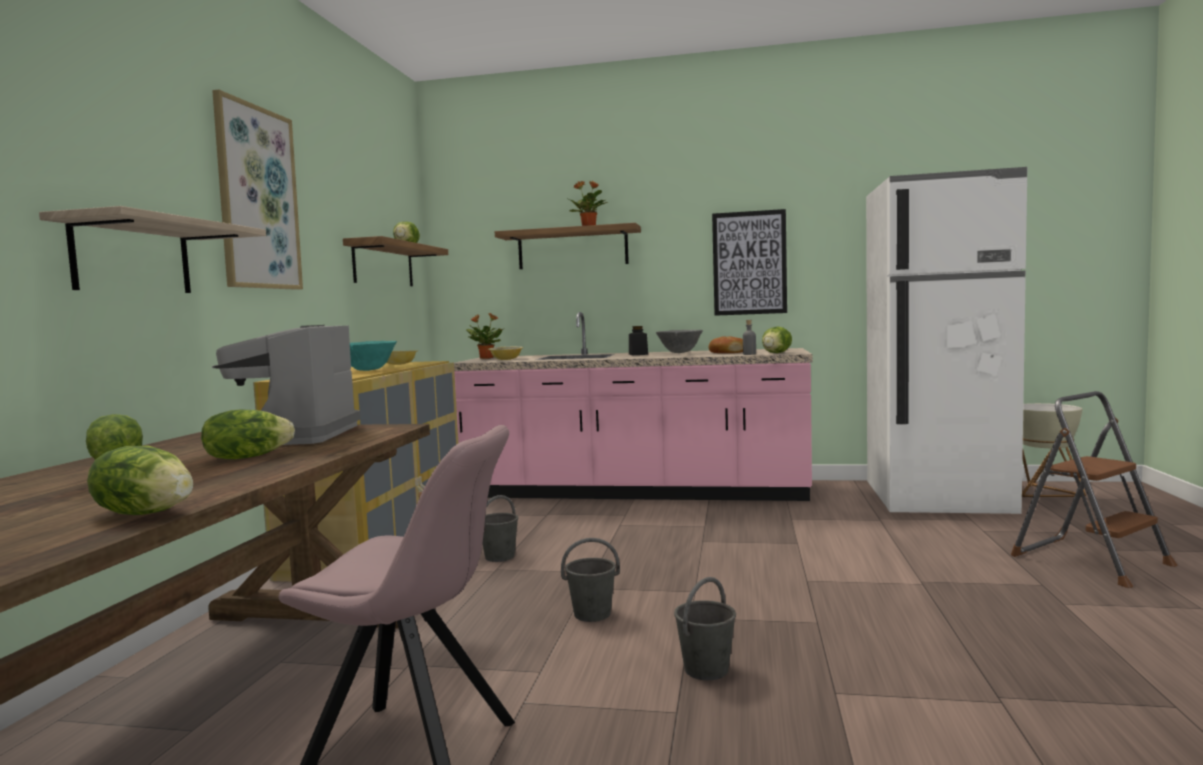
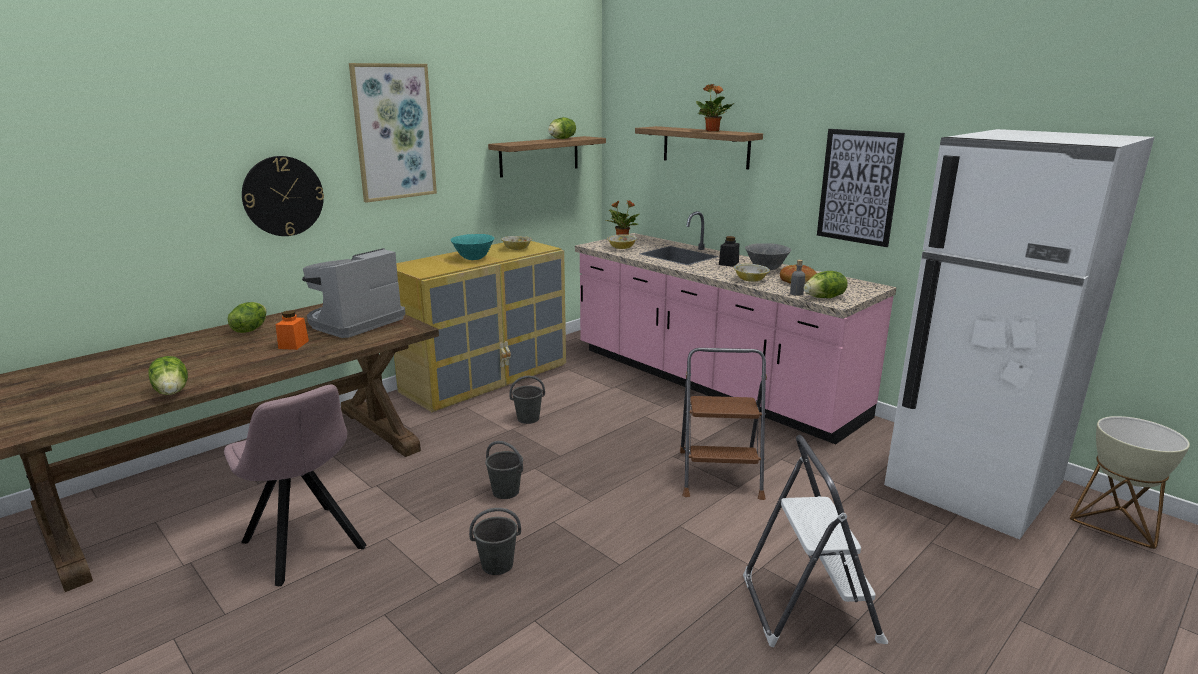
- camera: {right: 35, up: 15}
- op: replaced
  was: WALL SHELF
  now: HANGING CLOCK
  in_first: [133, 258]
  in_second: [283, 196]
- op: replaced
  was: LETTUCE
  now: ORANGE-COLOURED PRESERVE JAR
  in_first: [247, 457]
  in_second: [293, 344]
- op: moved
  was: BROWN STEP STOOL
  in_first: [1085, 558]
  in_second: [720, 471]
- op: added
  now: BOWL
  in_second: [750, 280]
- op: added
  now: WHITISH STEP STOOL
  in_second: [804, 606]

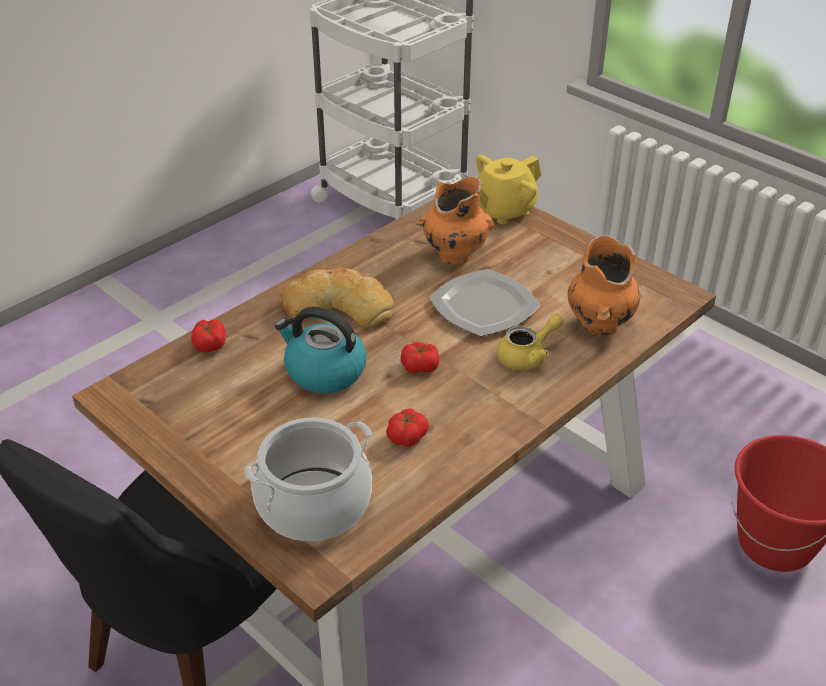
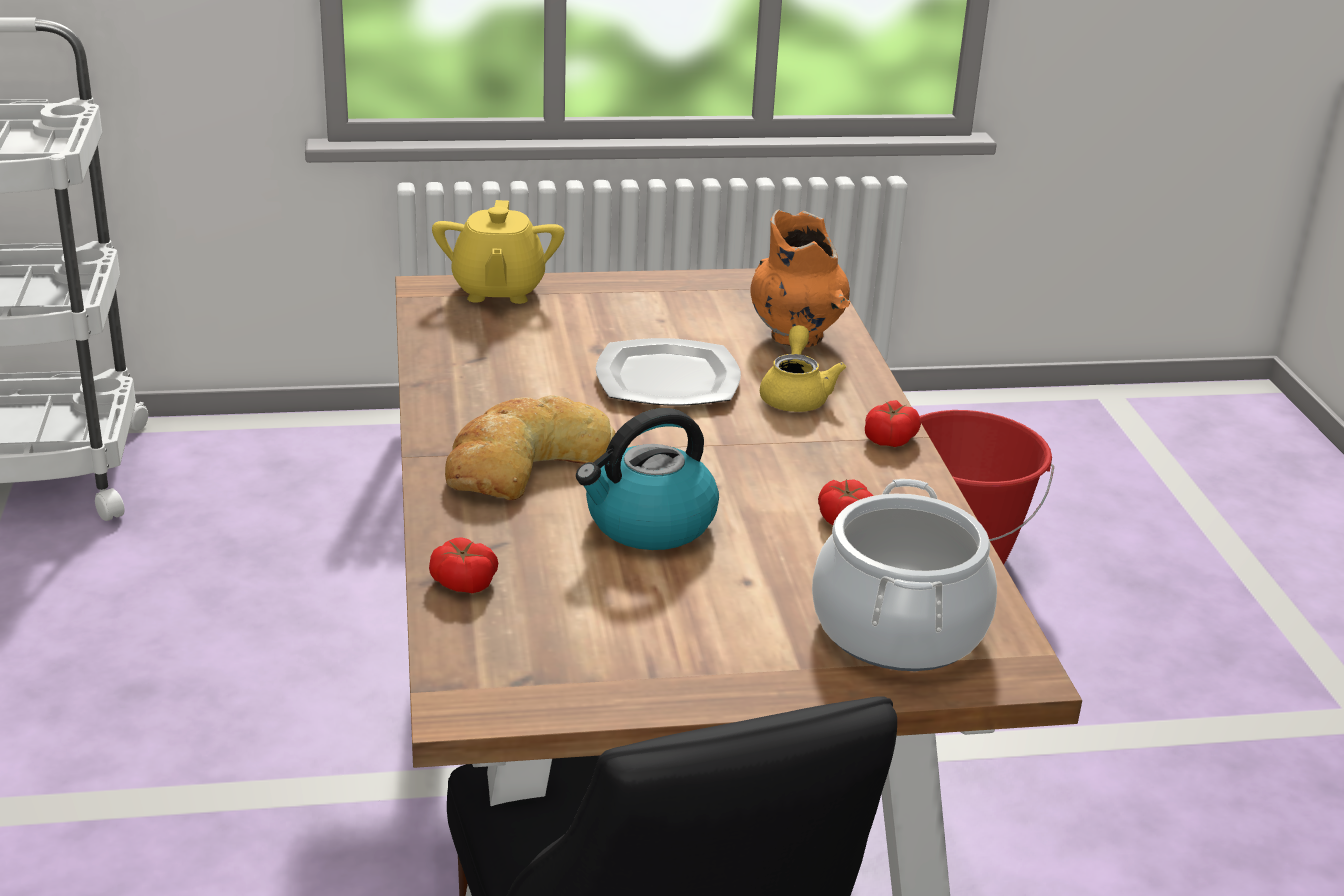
- camera: {right: -55, up: -10}
- op: moved
  was: WHOLE TOMATO
  in_first: [419, 366]
  in_second: [890, 438]
- op: removed
  was: ORANGE-COLOURED FLOWER VASE
  in_first: [454, 255]

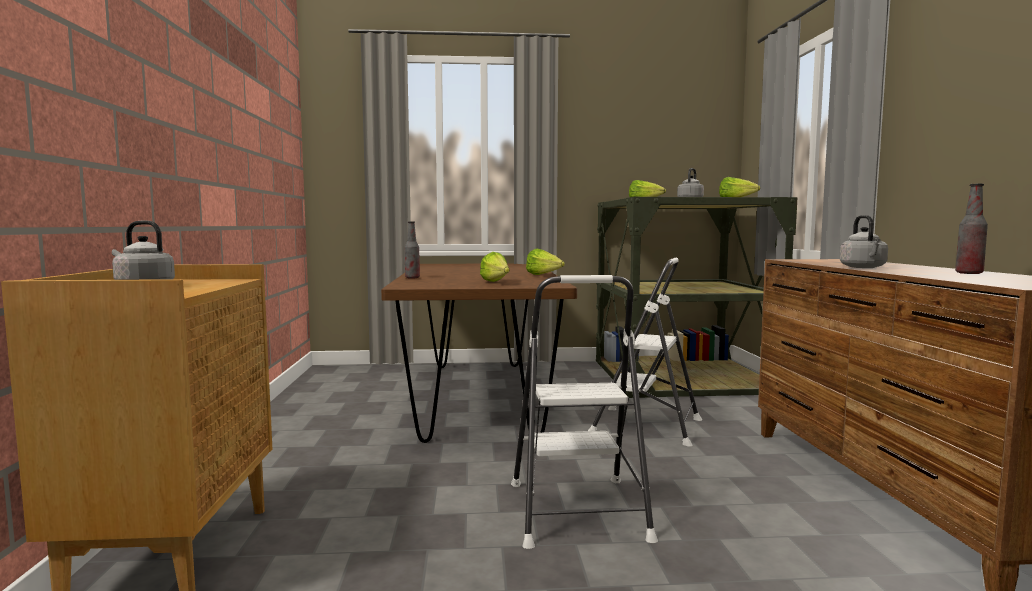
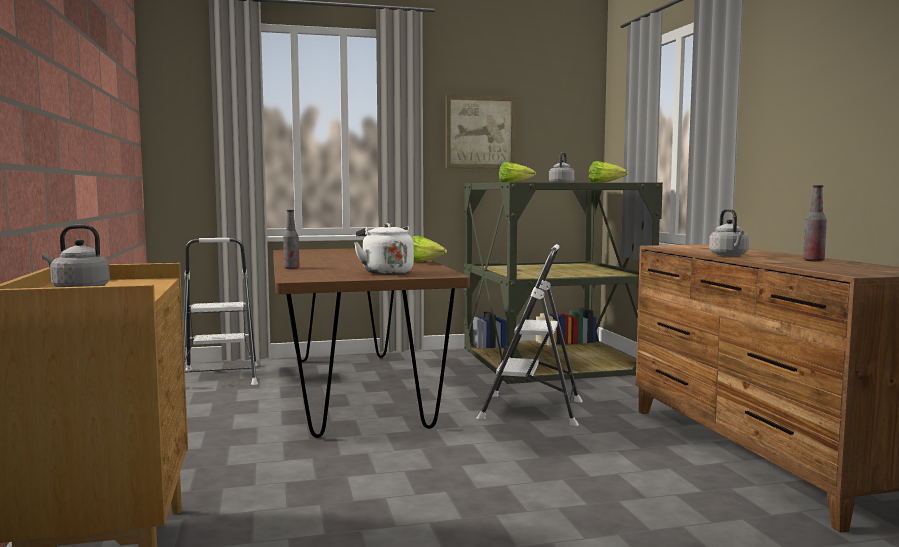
- camera: {right: -10, up: 0}
- op: moved
  was: WHITISH STEP STOOL
  in_first: [577, 512]
  in_second: [220, 377]
- op: replaced
  was: LETTUCE
  now: WHITISH WATER KETTLE
  in_first: [496, 282]
  in_second: [385, 272]
- op: added
  now: PICTURE
  in_second: [480, 132]

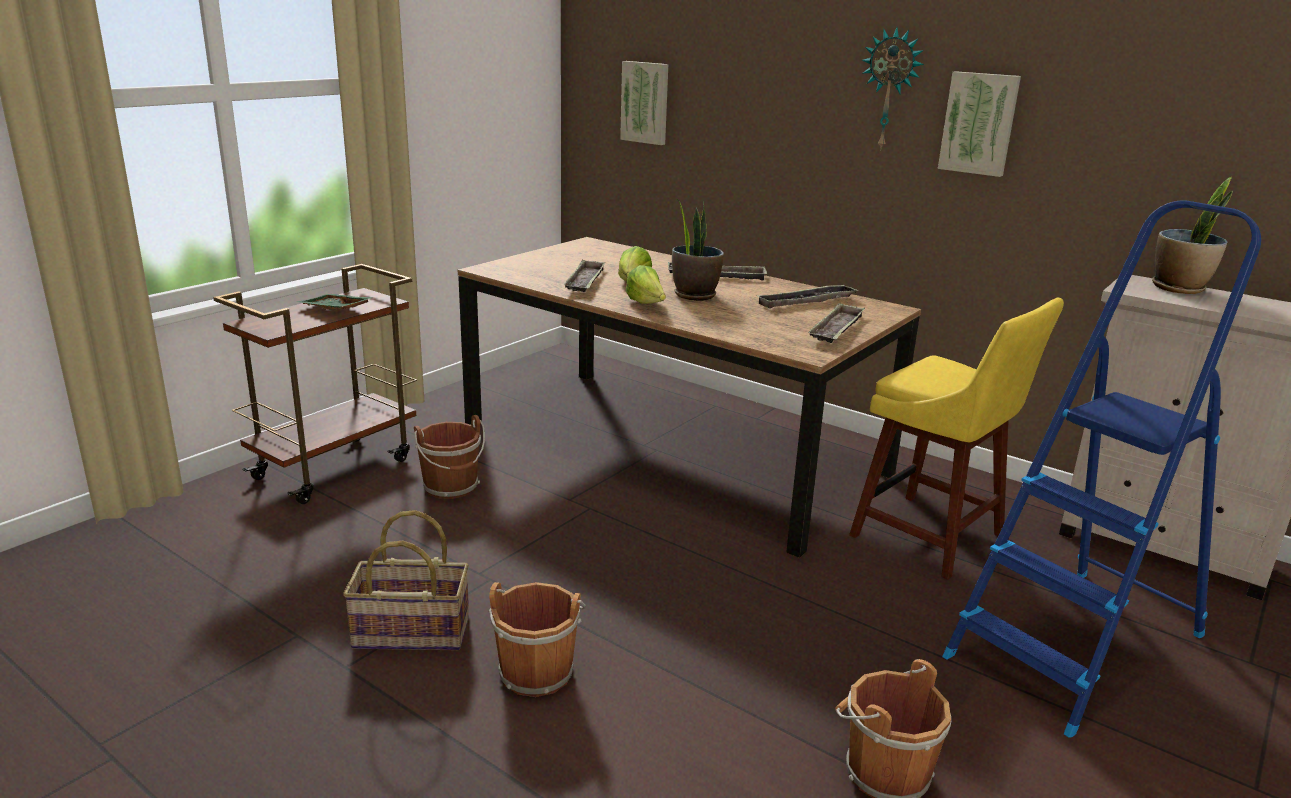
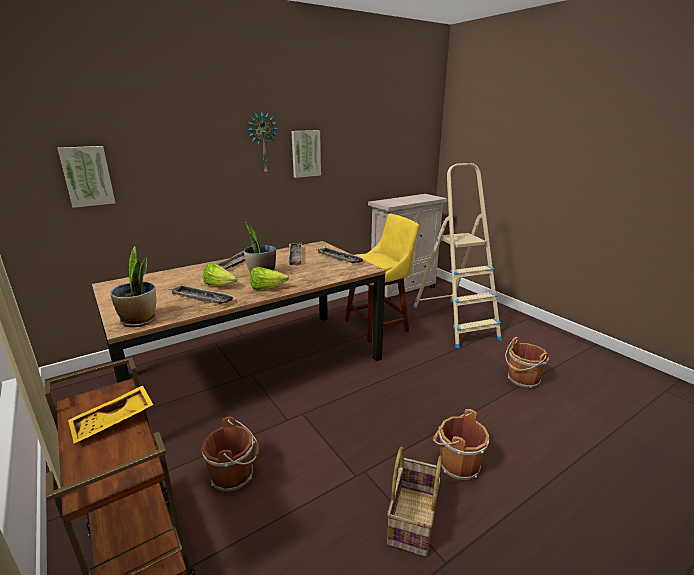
- camera: {right: -70, up: 0}
- op: recoloured
  was: GREENISH TRAY
  now: YELLOW-COLOURED TRAY
  in_first: [335, 310]
  in_second: [113, 422]
- op: moved
  was: POTTED PLANT
  in_first: [1179, 288]
  in_second: [139, 320]
- op: recoloured
  was: BLUE-COLOURED STEP STOOL
  now: SAND-COLOURED STEP STOOL
  in_first: [1075, 646]
  in_second: [454, 322]

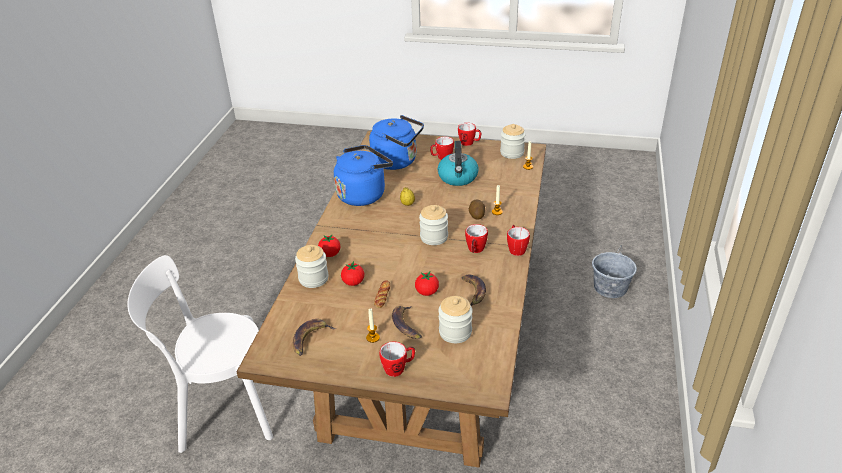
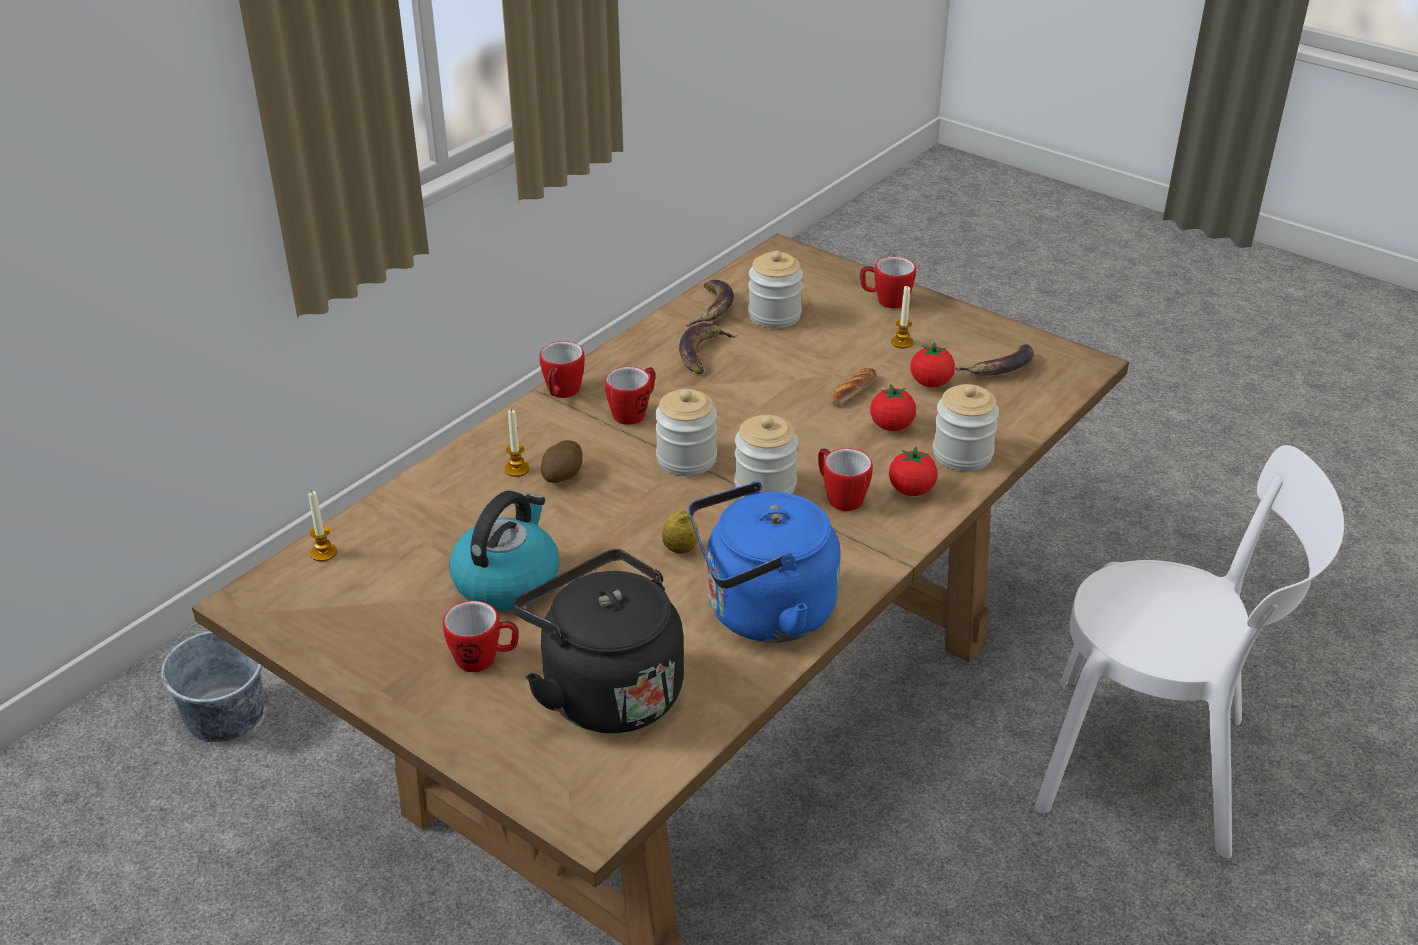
- camera: {right: -155, up: 0}
- op: recoloured
  was: BLUE-COLOURED WATER KETTLE
  now: BLACKISH WATER KETTLE
  in_first: [397, 161]
  in_second: [606, 690]
- op: moved
  was: BANANA FRUIT
  in_first: [405, 324]
  in_second: [712, 308]
- op: moved
  was: PRESERVE JAR
  in_first: [512, 153]
  in_second: [765, 486]
- op: moved
  was: TEA MUG
  in_first: [469, 143]
  in_second: [839, 497]
- op: moved
  was: WHOLE TOMATO
  in_first: [427, 292]
  in_second: [930, 383]

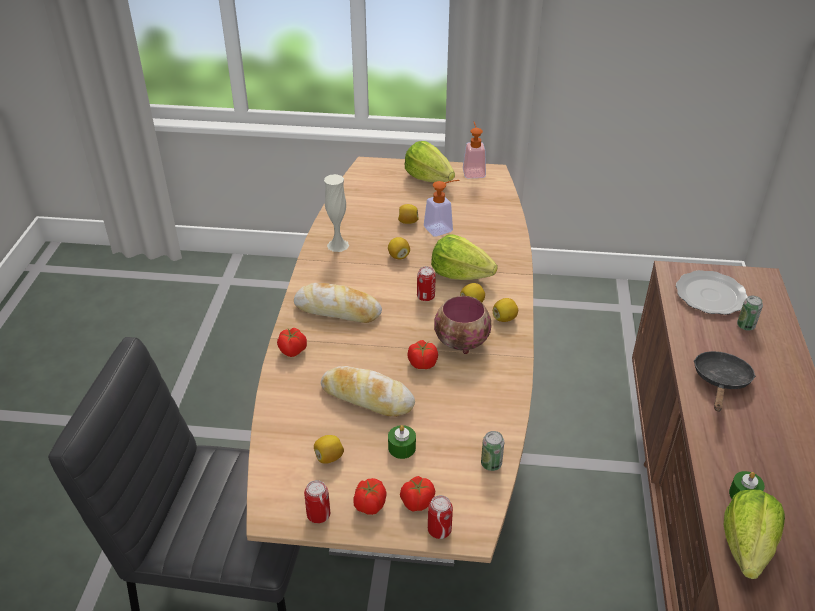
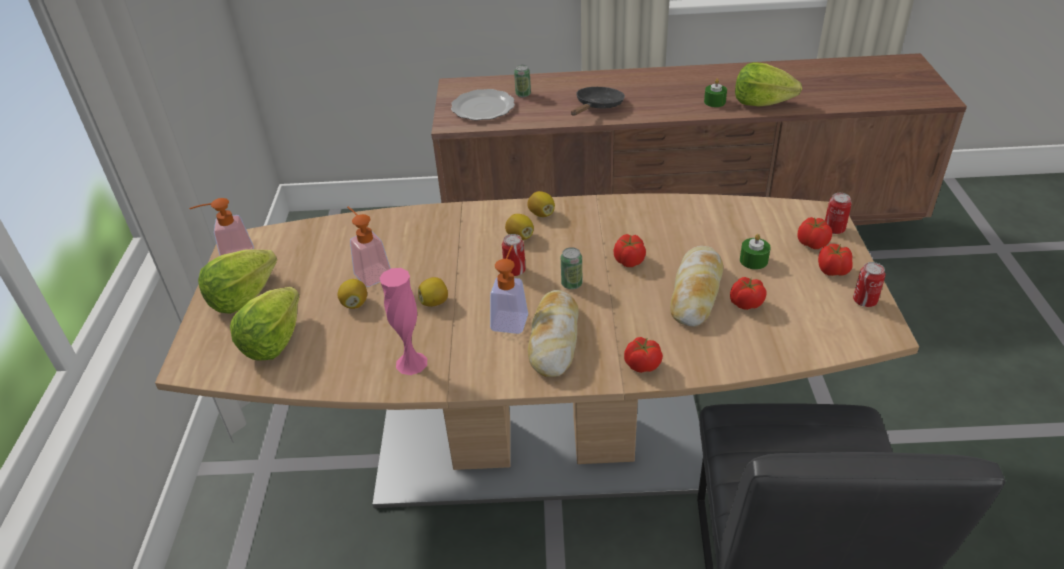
- camera: {right: -95, up: 0}
- op: moved
  was: LETTUCE
  in_first: [460, 274]
  in_second: [273, 341]
- op: recoloured
  was: WHITISH FLOWER VASE
  now: PINKISH FLOWER VASE
  in_first: [338, 245]
  in_second: [411, 363]
- op: added
  now: SOAP BOTTLE
  in_second: [511, 317]
- op: moved
  was: METAL CAN
  in_first: [491, 464]
  in_second: [571, 284]
- op: turned
  was: BLACKISH PAN
  in_first: [720, 381]
  in_second: [597, 106]
  clockwise: 105
- op: added
  now: WHOLE TOMATO
  in_second: [746, 304]
- op: removed
  was: LEMON
  in_first: [329, 457]
- op: removed
  was: BOWL
  in_first: [462, 343]

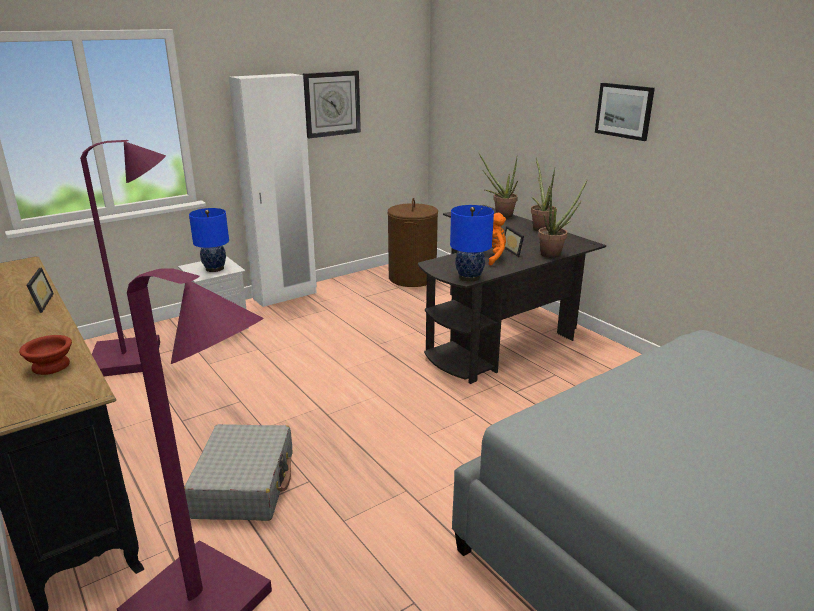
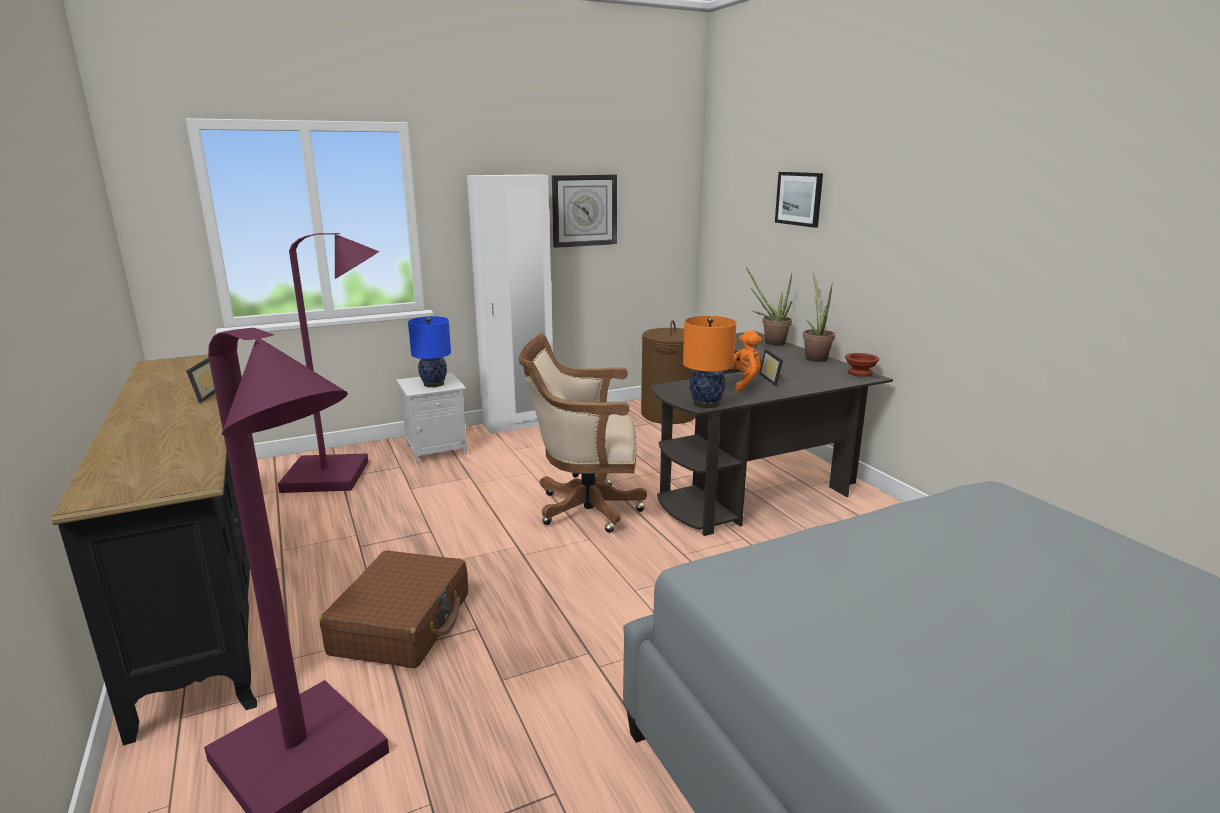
- camera: {right: 10, up: -5}
- op: recoloured
  was: GRAY TRAVEL CASE
  now: BROWN TRAVEL CASE
  in_first: [244, 484]
  in_second: [402, 623]
- op: added
  now: COMPUTER CHAIR
  in_second: [584, 509]
- op: recoloured
  was: BLUE-COLOURED LAMP FOR A TABLE
  now: ORANGE-COLOURED LAMP FOR A TABLE
  in_first: [469, 277]
  in_second: [706, 403]
- op: moved
  was: PICTURE
  in_first: [624, 111]
  in_second: [799, 198]
- op: moved
  was: BROWN BOWL
  in_first: [52, 365]
  in_second: [860, 373]
- op: removed
  was: POTTED PLANT
  in_first: [554, 254]

